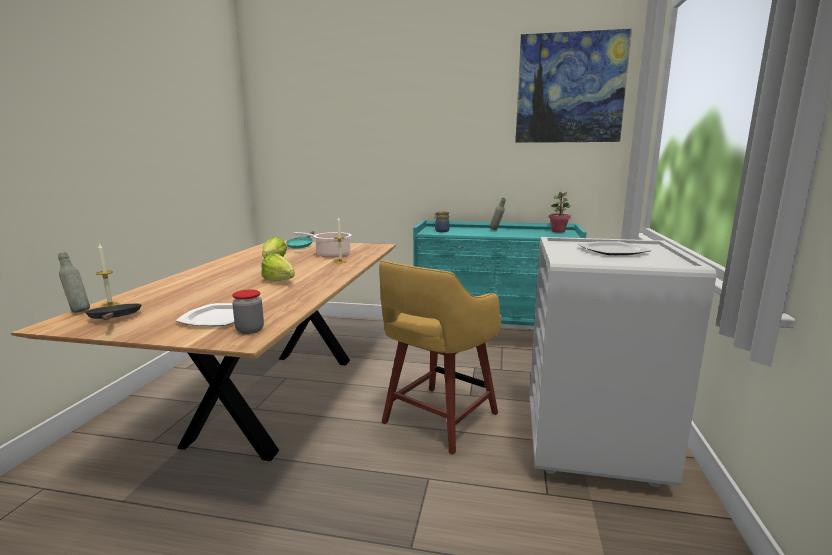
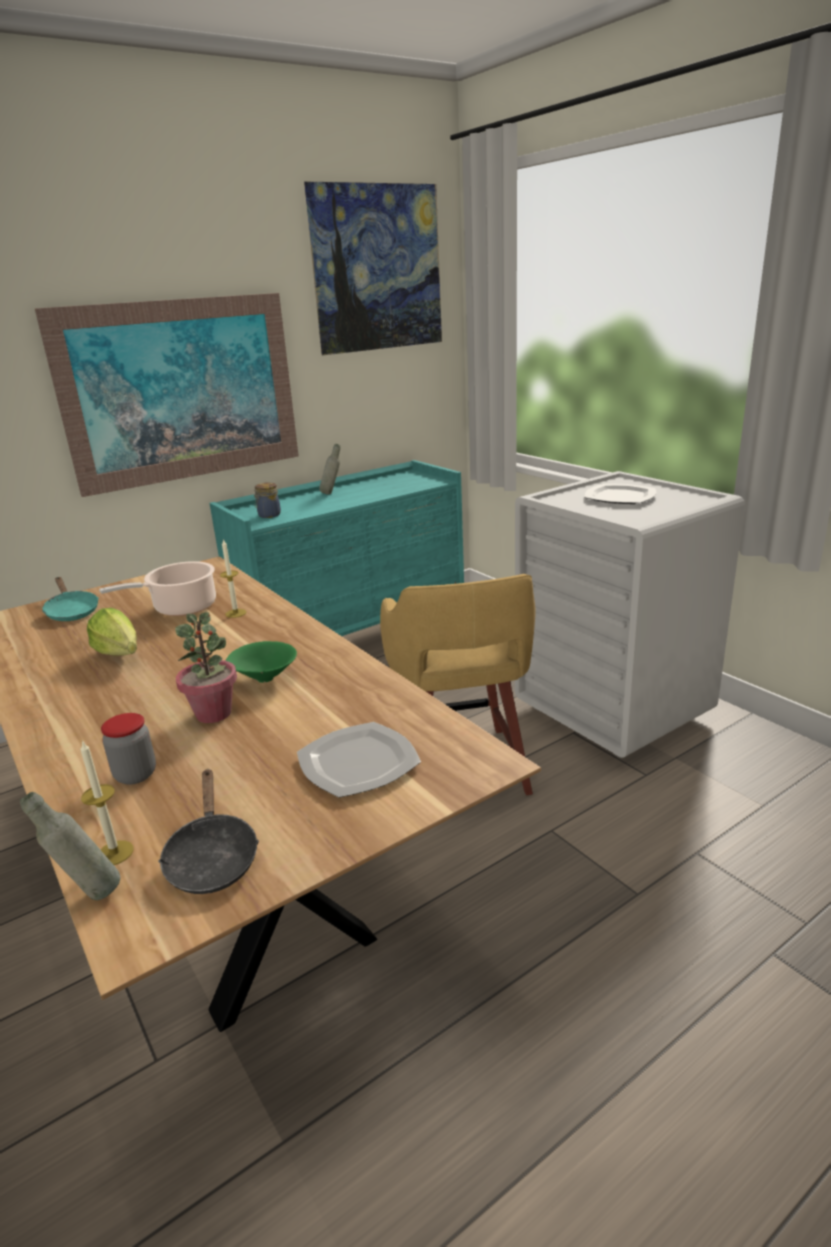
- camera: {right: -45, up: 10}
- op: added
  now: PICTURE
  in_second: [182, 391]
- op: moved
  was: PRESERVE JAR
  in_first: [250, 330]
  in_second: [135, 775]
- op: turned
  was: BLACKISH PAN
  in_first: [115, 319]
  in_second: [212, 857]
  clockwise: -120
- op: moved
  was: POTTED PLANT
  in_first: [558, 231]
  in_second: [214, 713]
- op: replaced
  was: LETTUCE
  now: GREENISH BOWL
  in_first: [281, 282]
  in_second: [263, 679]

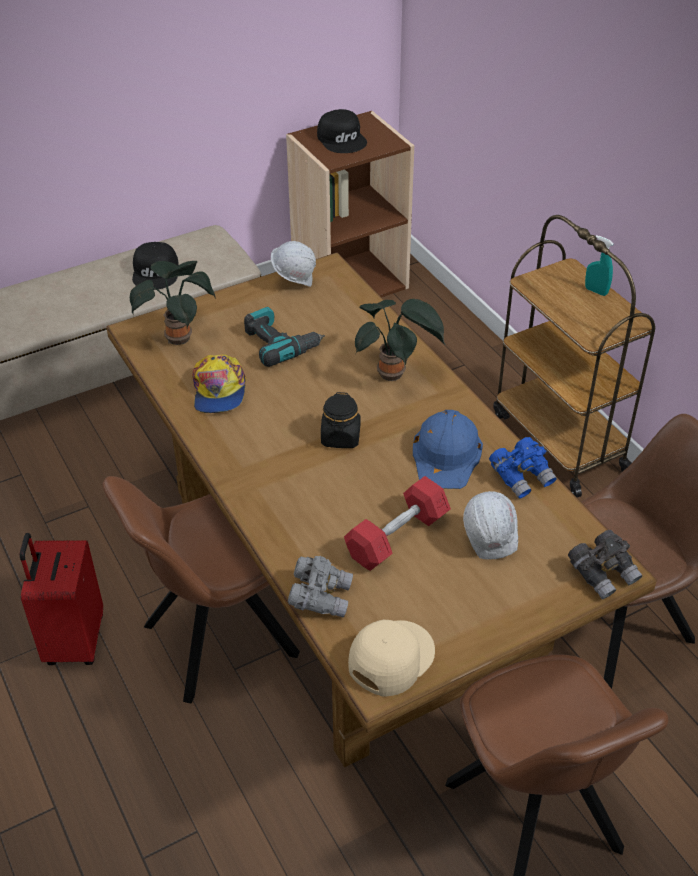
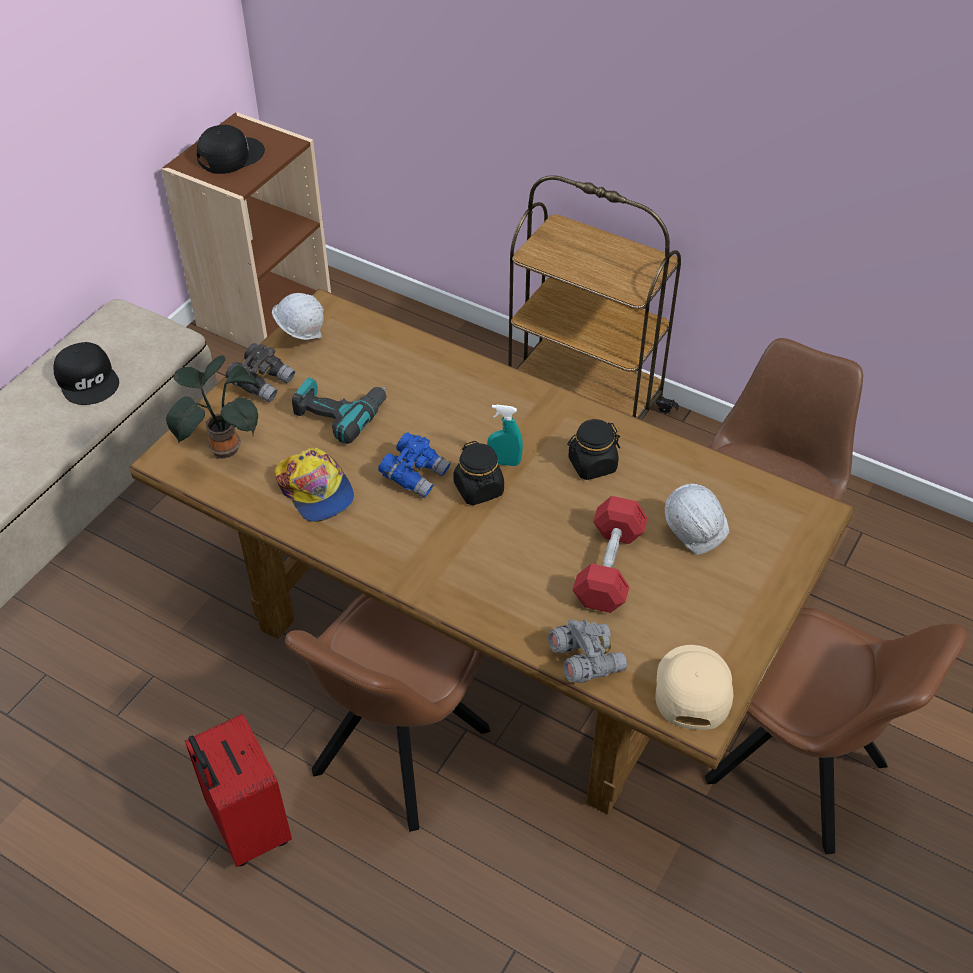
- camera: {right: -30, up: 5}
- op: turned
  was: BLACKISH BASEBALL CAP
  in_first: [342, 139]
  in_second: [230, 155]
  clockwise: -75
- op: moved
  was: GRAY FIELD GLASSES
  in_first: [603, 573]
  in_second: [262, 383]
- op: moved
  was: BLUE-COLOURED FIELD GLASSES
  in_first: [522, 477]
  in_second: [415, 475]
- op: moved
  was: TURQUOISE-COLOURED SPRAYER
  in_first: [596, 291]
  in_second: [504, 462]
- op: replaced
  was: BLUE-COLOURED HARD HAT
  now: BLACKISH PRESERVE JAR
  in_first: [447, 455]
  in_second: [592, 464]
- op: removed
  was: POTTED PLANT
  in_first: [394, 374]

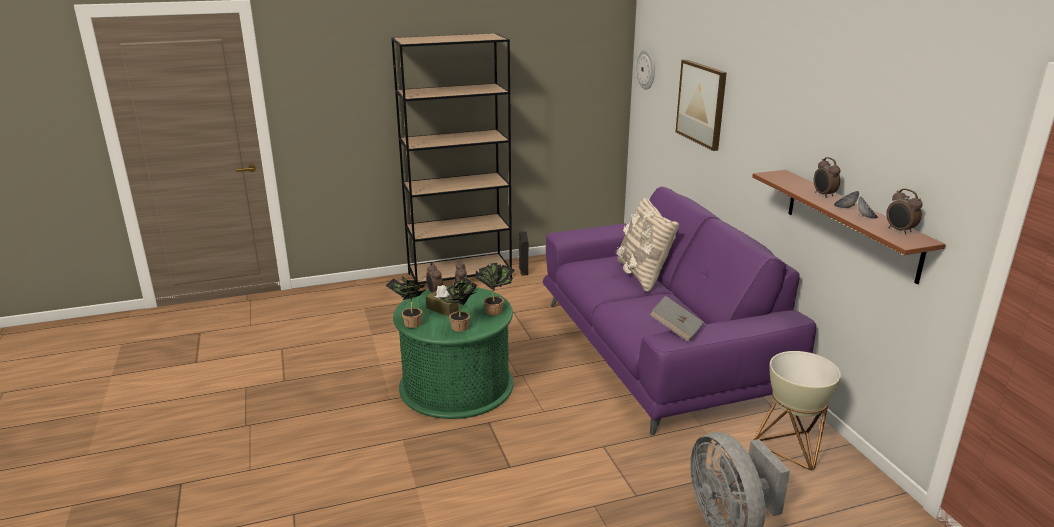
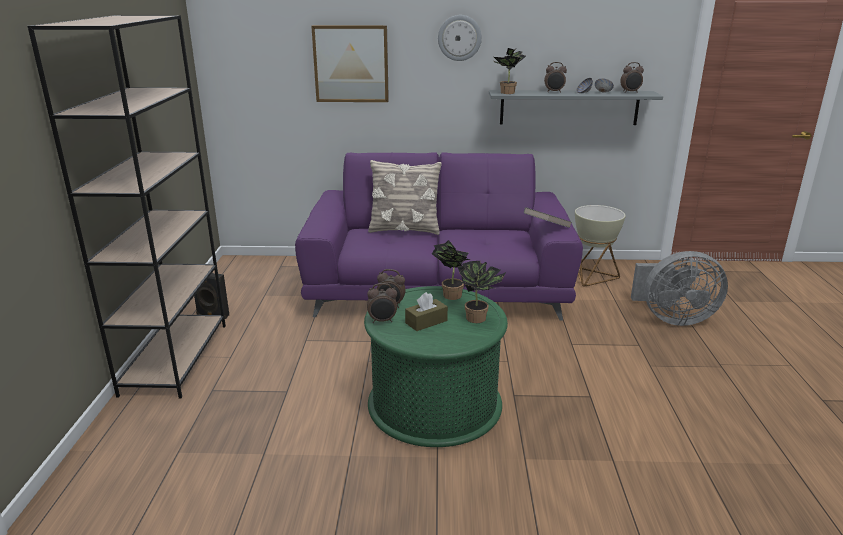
- camera: {right: -70, up: 0}
- op: moved
  was: HANGING CLOCK
  in_first: [646, 69]
  in_second: [459, 38]
- op: recoloured
  was: BROWN WALL SHELF
  now: GRAY WALL SHELF
  in_first: [851, 223]
  in_second: [569, 107]
- op: moved
  was: POTTED PLANT
  in_first: [409, 323]
  in_second: [507, 93]

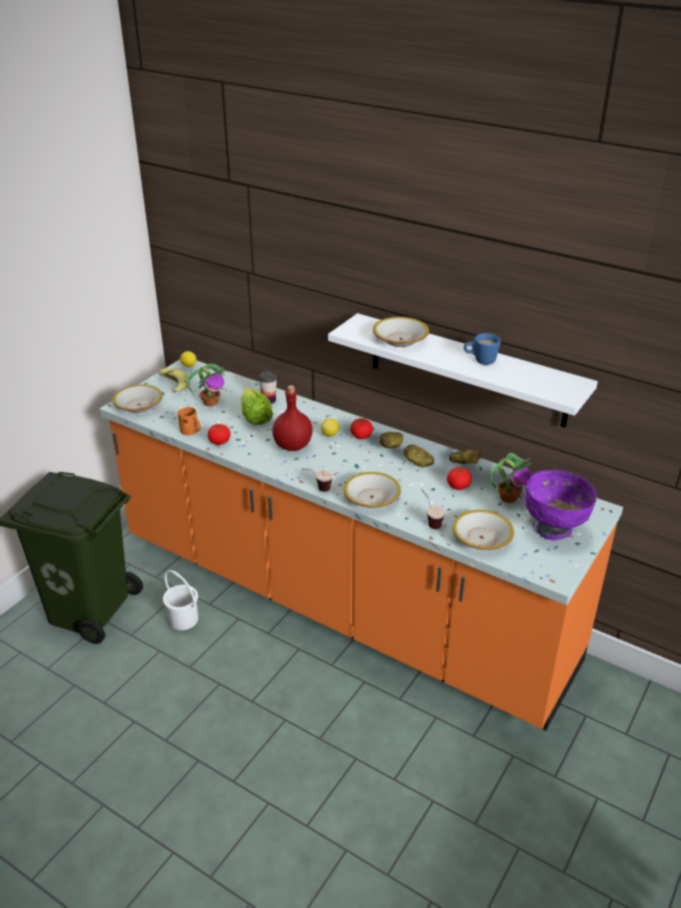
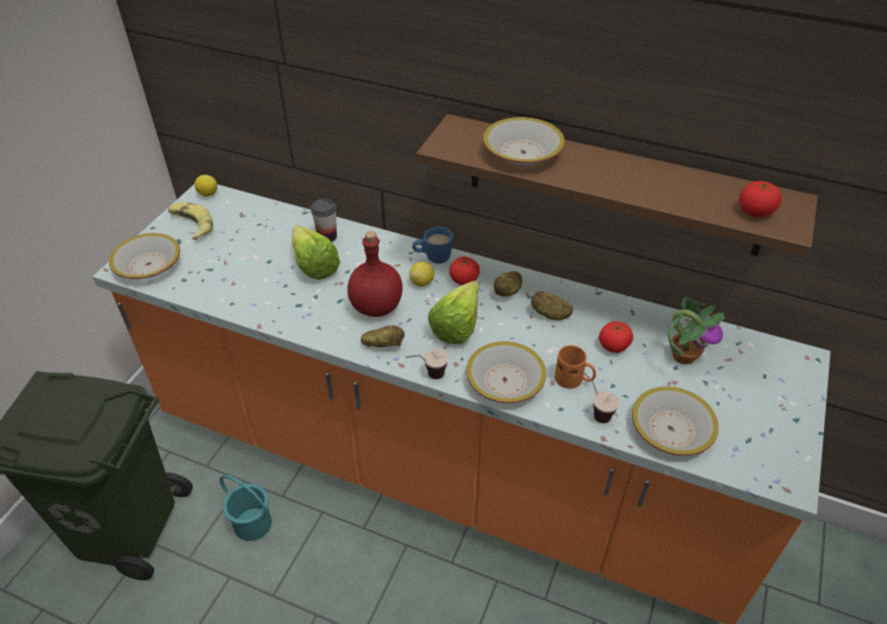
- camera: {right: -10, up: 10}
- op: recoloured
  was: WHITISH PAIL
  now: TURQUOISE-COLOURED PAIL
  in_first: [184, 619]
  in_second: [253, 523]
- op: moved
  was: POTATO
  in_first: [464, 463]
  in_second: [383, 345]
- op: moved
  was: BLUE-COLOURED TEA MUG
  in_first: [480, 361]
  in_second: [433, 258]
- op: recoloured
  was: WHITISH WALL SHELF
  now: BROWN WALL SHELF
  in_first: [467, 370]
  in_second: [613, 185]
- op: added
  now: LETTUCE
  in_second: [460, 323]
- op: moved
  was: ORANGE-COLOURED TEA MUG
  in_first: [192, 431]
  in_second: [574, 380]
- op: moved
  was: WHOLE TOMATO
  in_first: [219, 442]
  in_second: [755, 212]
- op: removed
  was: POTTED PLANT
  in_first: [211, 402]
- op: removed
  was: PURPLE-COLOURED BOWL
  in_first: [554, 530]

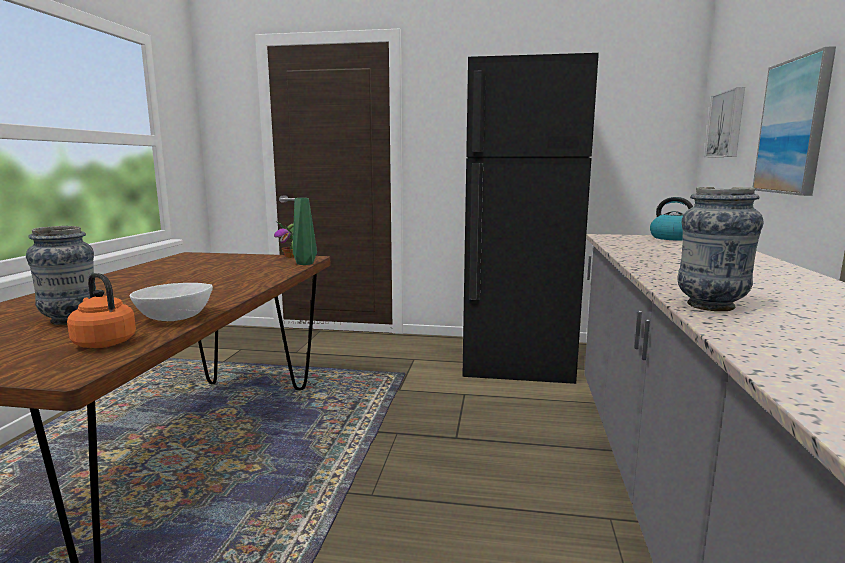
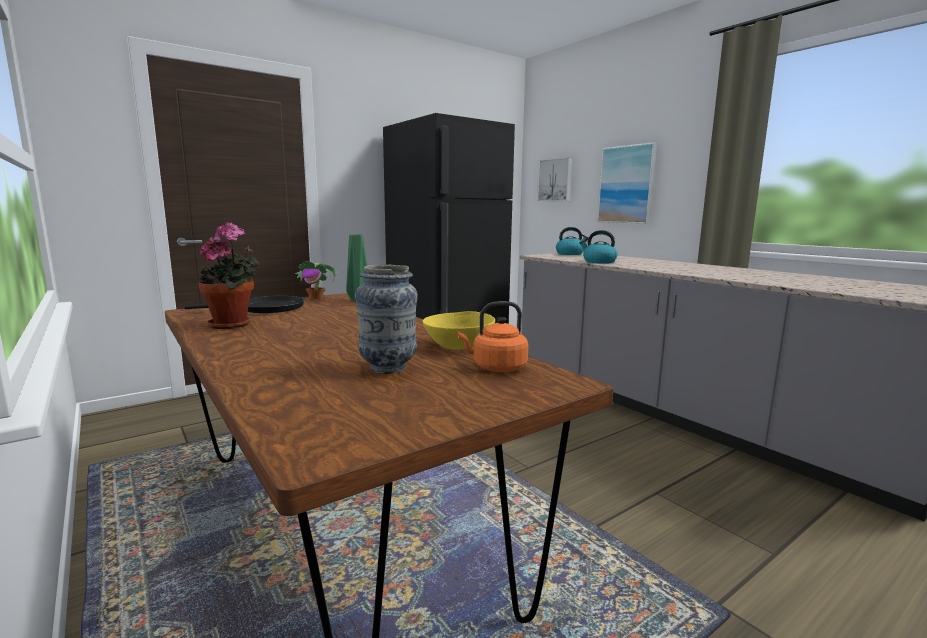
- camera: {right: -45, up: 0}
- op: added
  now: BLACKISH PAN
  in_second: [266, 309]
- op: added
  now: POTTED PLANT
  in_second: [234, 324]
- op: recoloured
  was: WHITISH BOWL
  now: YELLOW-COLOURED BOWL
  in_first: [174, 317]
  in_second: [458, 346]
- op: added
  now: WATER KETTLE
  in_second: [598, 262]
- op: removed
  was: FLOWER VASE
  in_first: [710, 306]

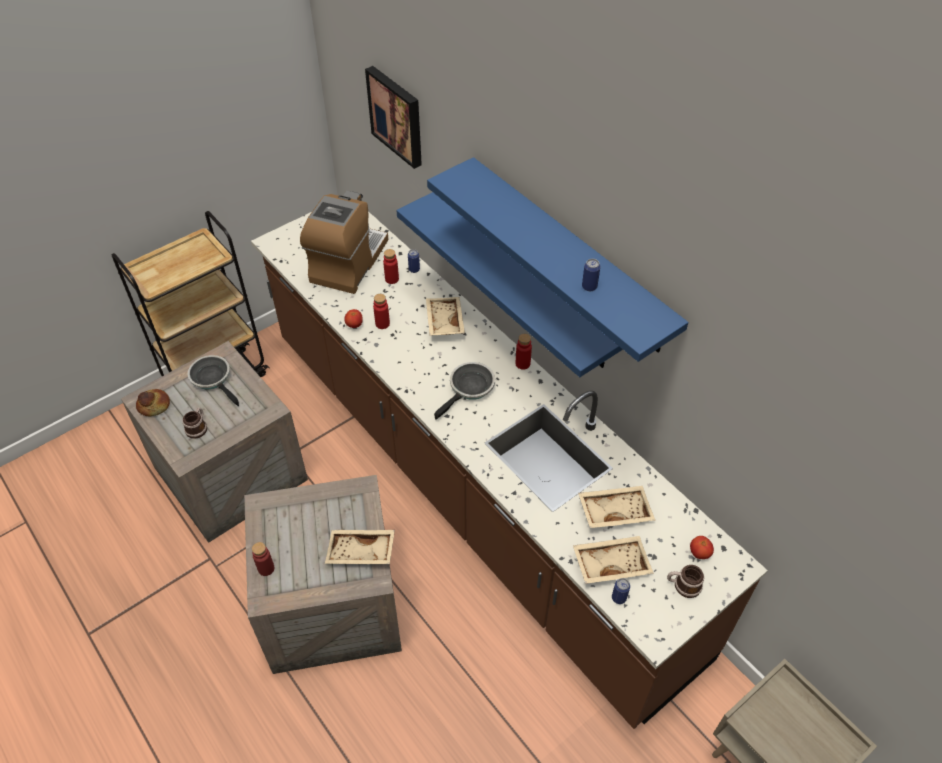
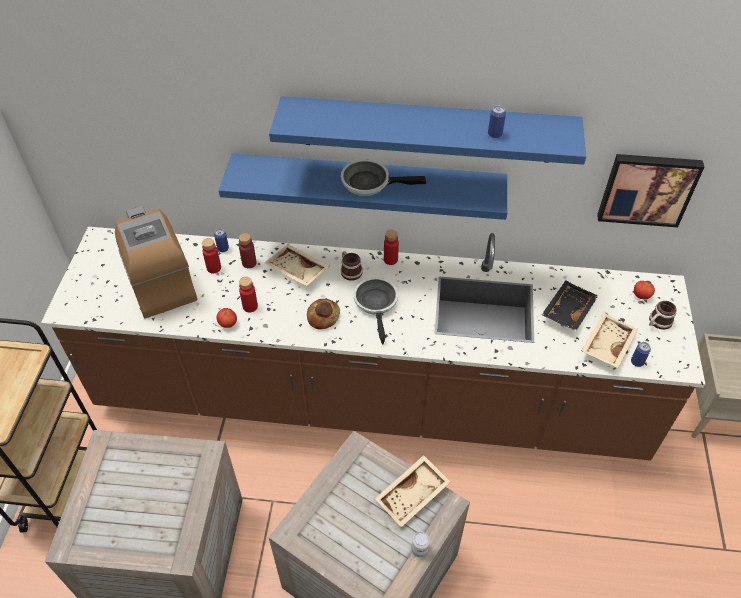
- camera: {right: -45, up: 0}
- op: moved
  was: REDDISH DRINK BOTTLE
  in_first: [266, 568]
  in_second: [249, 263]
- op: moved
  was: BAKED BREAD
  in_first: [154, 406]
  in_second: [323, 317]
- op: moved
  was: PAN
  in_first: [213, 379]
  in_second: [370, 183]
- op: moved
  was: TEA MUG
  in_first: [198, 427]
  in_second: [350, 270]
- op: added
  now: METAL CAN
  in_second: [419, 550]
- op: recoloured
  was: SAND-COLOURED TRAY
  now: BLACKISH TRAY
  in_first: [614, 510]
  in_second: [567, 310]
- op: moved
  was: PICTURE
  in_first: [397, 116]
  in_second: [647, 188]

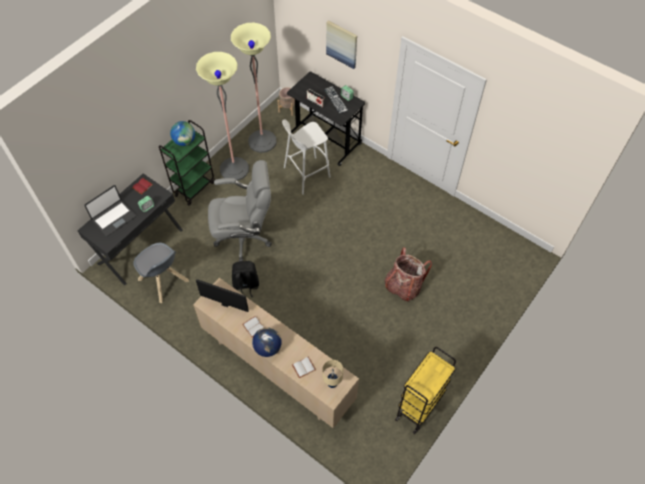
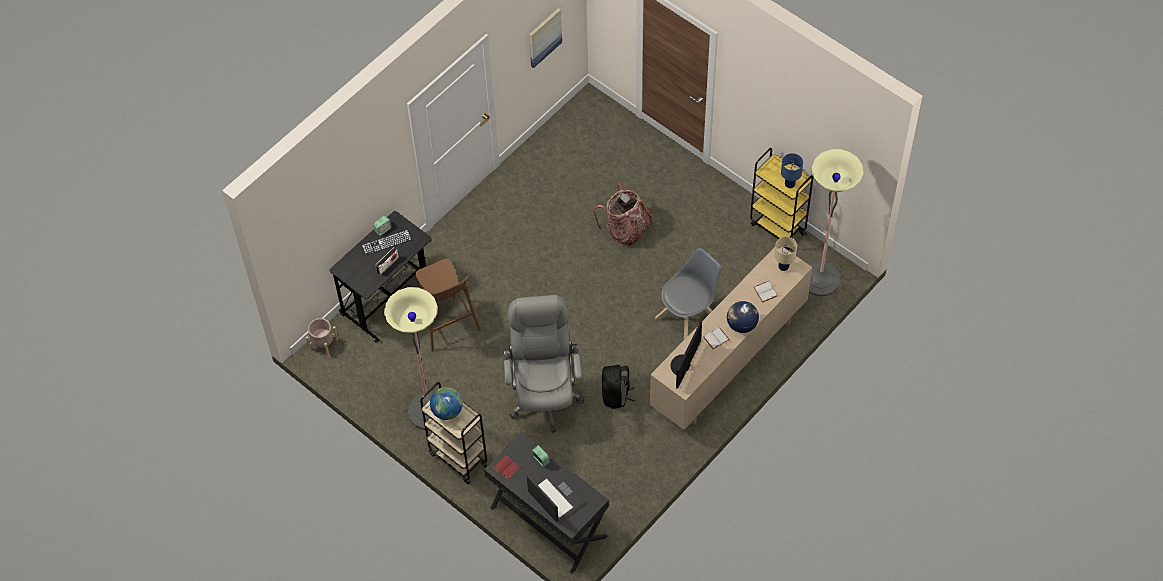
- camera: {right: -85, up: 0}
- op: recoloured
  was: WHITISH STOOL SEAT
  now: BROWN STOOL SEAT
  in_first: [306, 174]
  in_second: [447, 324]
- op: recoloured
  was: GREENISH TROLLEY
  now: SAND-COLOURED TROLLEY
  in_first: [194, 188]
  in_second: [457, 460]
- op: moved
  was: PICTURE
  in_first: [342, 44]
  in_second: [544, 37]
- op: moved
  was: GRAY UPRIGHT CHAIR
  in_first: [164, 281]
  in_second: [688, 317]
- op: added
  now: BLUE-COLOURED LAMP FOR A TABLE
  in_second: [790, 185]
- op: moved
  was: FLOOR LAMP
  in_first: [262, 141]
  in_second: [820, 279]

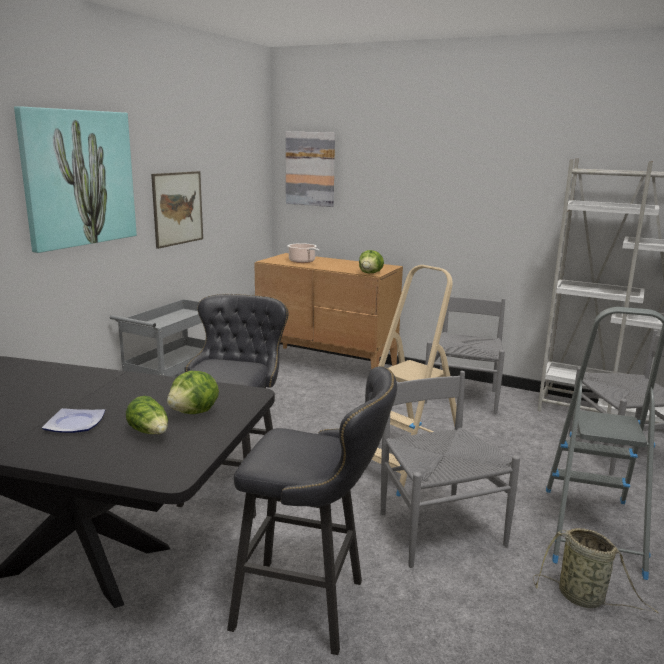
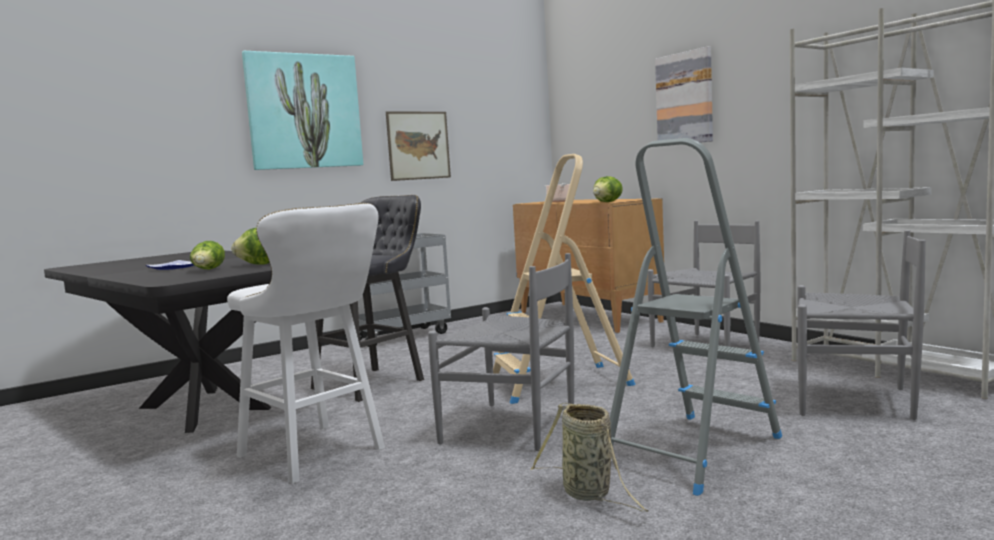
- camera: {right: 30, up: -10}
- op: recoloured
  was: BLACKISH STOOL SEAT
  now: WHITISH STOOL SEAT
  in_first: [315, 608]
  in_second: [320, 456]
- op: turned
  was: GRAY UPRIGHT CHAIR
  in_first: [437, 529]
  in_second: [511, 428]
  clockwise: 105
- op: moved
  was: PICTURE
  in_first: [310, 169]
  in_second: [685, 98]

